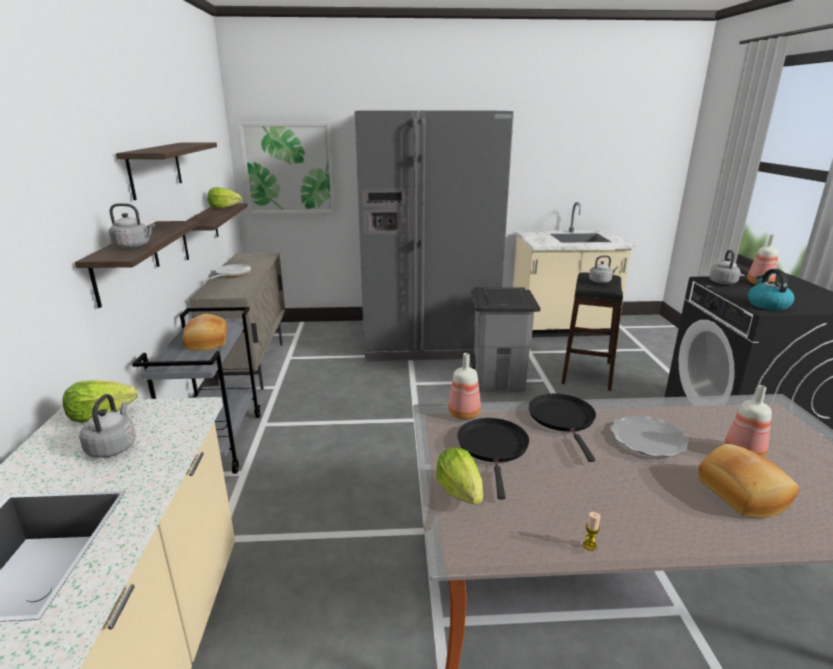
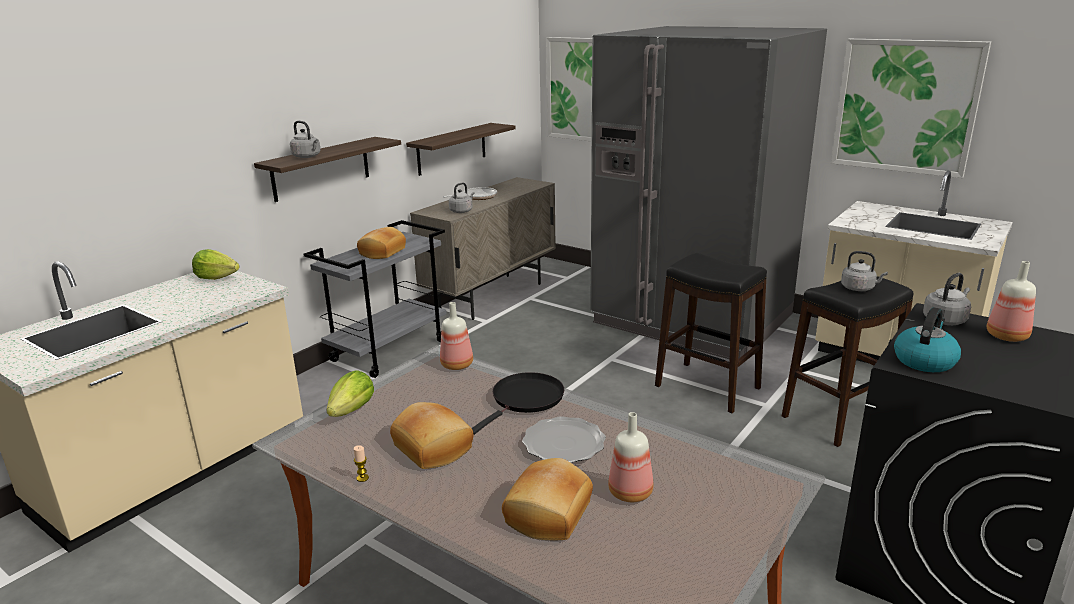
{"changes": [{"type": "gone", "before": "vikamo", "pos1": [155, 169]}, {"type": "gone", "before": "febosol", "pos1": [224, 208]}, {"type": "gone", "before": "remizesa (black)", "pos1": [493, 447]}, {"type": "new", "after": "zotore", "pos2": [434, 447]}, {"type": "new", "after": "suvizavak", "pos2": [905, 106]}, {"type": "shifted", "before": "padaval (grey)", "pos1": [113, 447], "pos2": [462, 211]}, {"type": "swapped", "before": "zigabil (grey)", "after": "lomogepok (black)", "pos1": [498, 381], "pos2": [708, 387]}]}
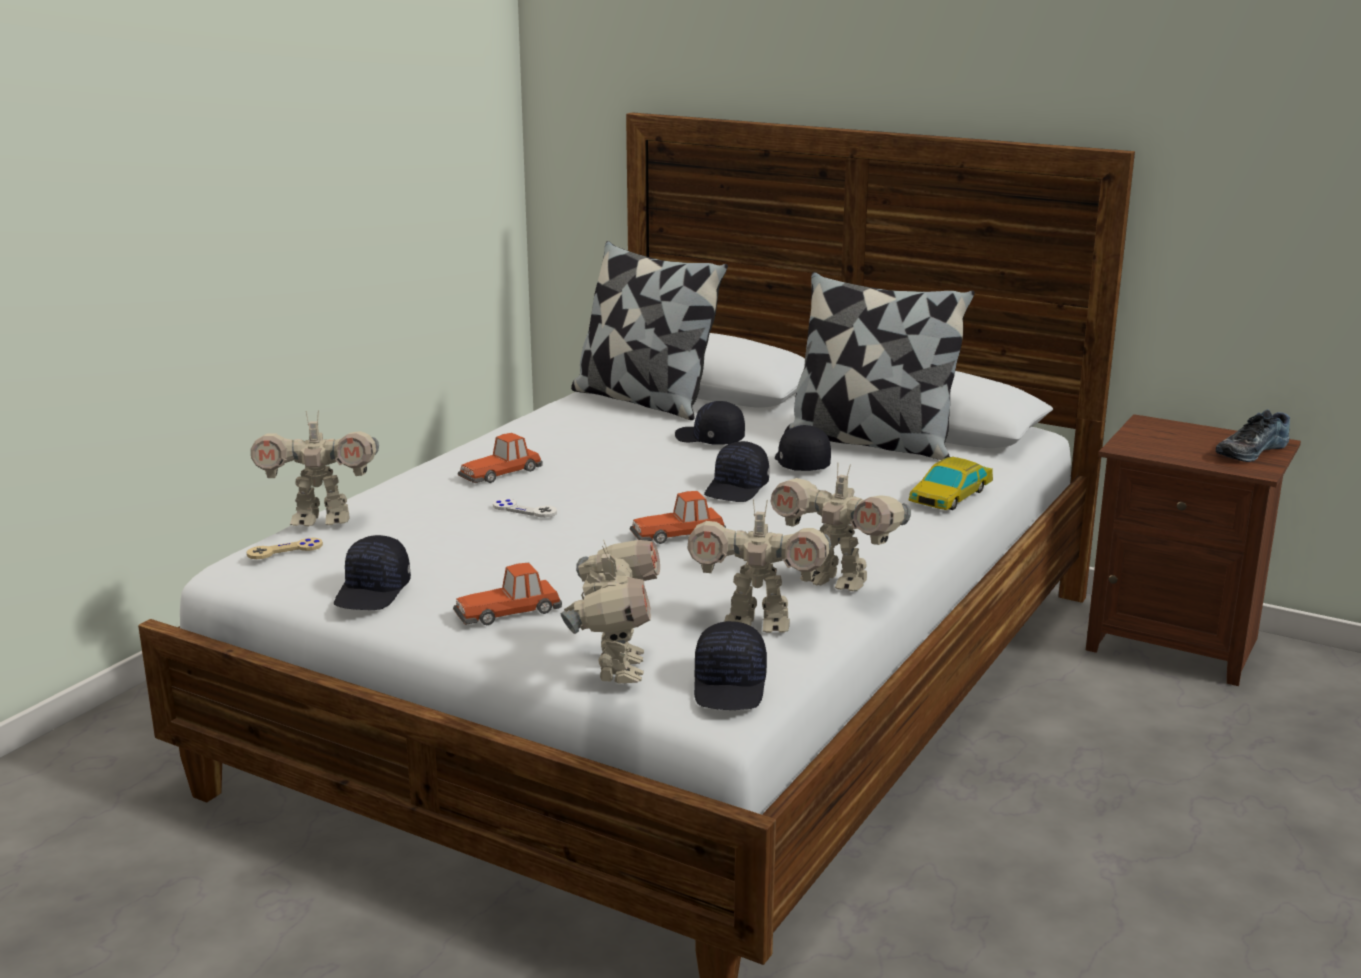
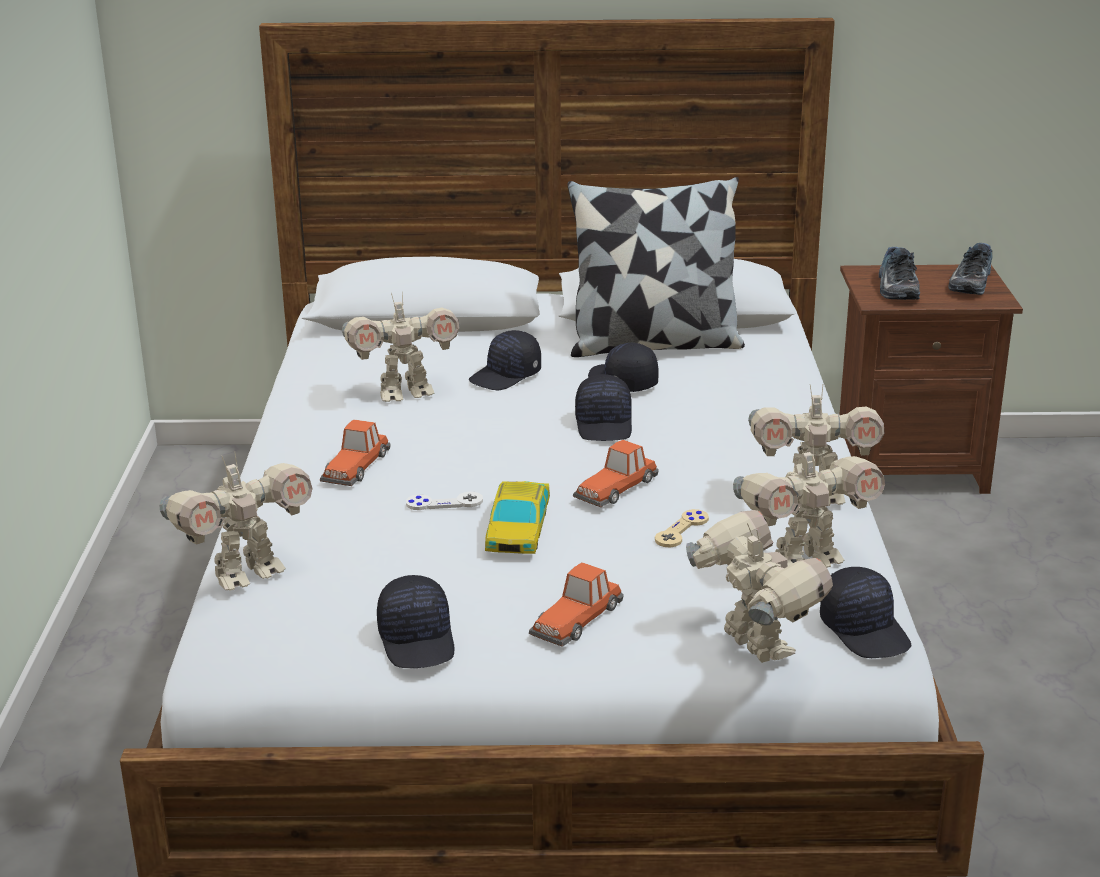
{"changes": [{"type": "gone", "before": "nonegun", "pos1": [643, 400]}, {"type": "new", "after": "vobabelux", "pos2": [404, 393]}, {"type": "new", "after": "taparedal", "pos2": [895, 288]}, {"type": "shifted", "before": "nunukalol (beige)", "pos1": [285, 550], "pos2": [681, 530]}, {"type": "shifted", "before": "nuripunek", "pos1": [951, 495], "pos2": [518, 528]}, {"type": "rotated", "before": "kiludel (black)", "pos1": [709, 439], "pos2": [506, 376], "turn": -45}]}
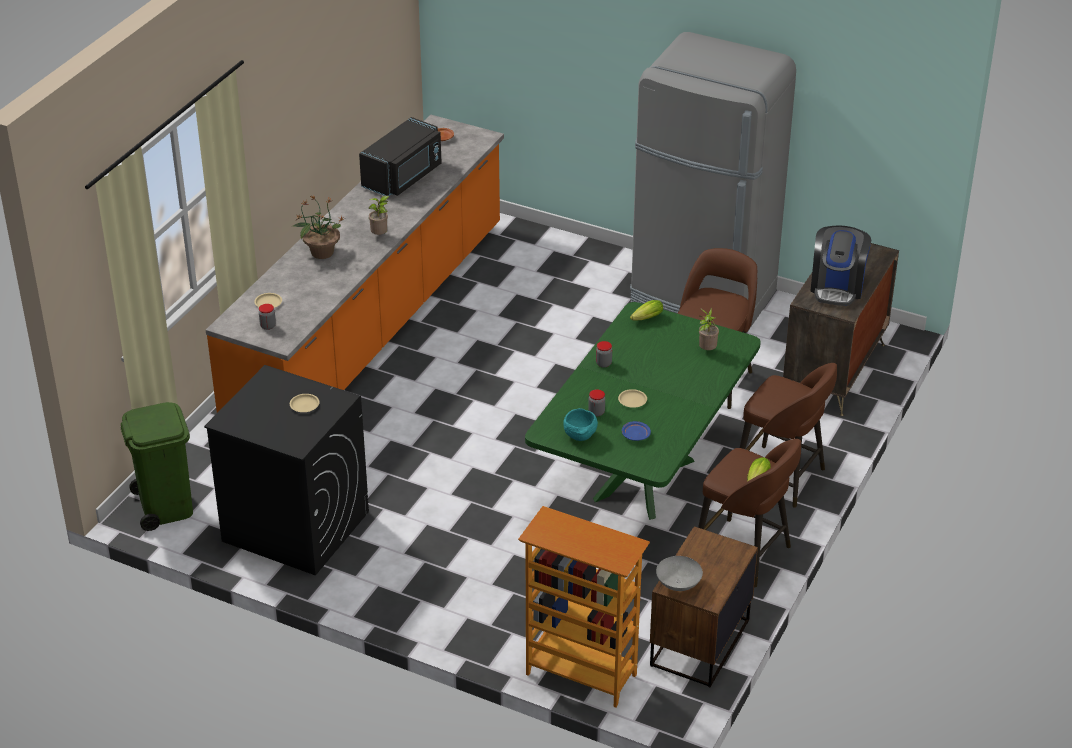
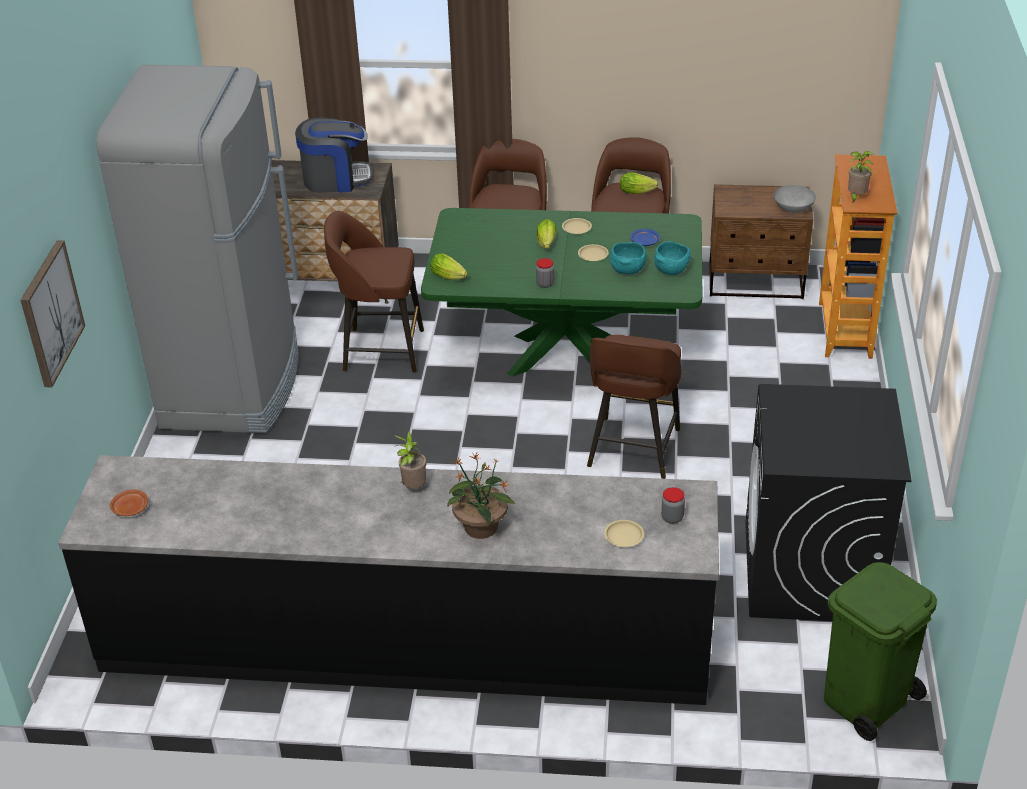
{"changes": [{"type": "gone", "before": "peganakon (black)", "pos1": [404, 177]}, {"type": "new", "after": "suvizavak", "pos2": [50, 313]}, {"type": "new", "after": "febosol", "pos2": [546, 244]}, {"type": "new", "after": "lomogepok (brown)", "pos2": [632, 450]}, {"type": "shifted", "before": "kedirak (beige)", "pos1": [304, 405], "pos2": [576, 228]}, {"type": "shifted", "before": "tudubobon", "pos1": [706, 350], "pos2": [856, 197]}, {"type": "swapped", "before": "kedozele", "after": "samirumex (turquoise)", "pos1": [596, 412], "pos2": [627, 270]}, {"type": "repainted", "before": "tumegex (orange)", "after": "tumegex (black)", "pos1": [371, 327], "pos2": [406, 642]}]}
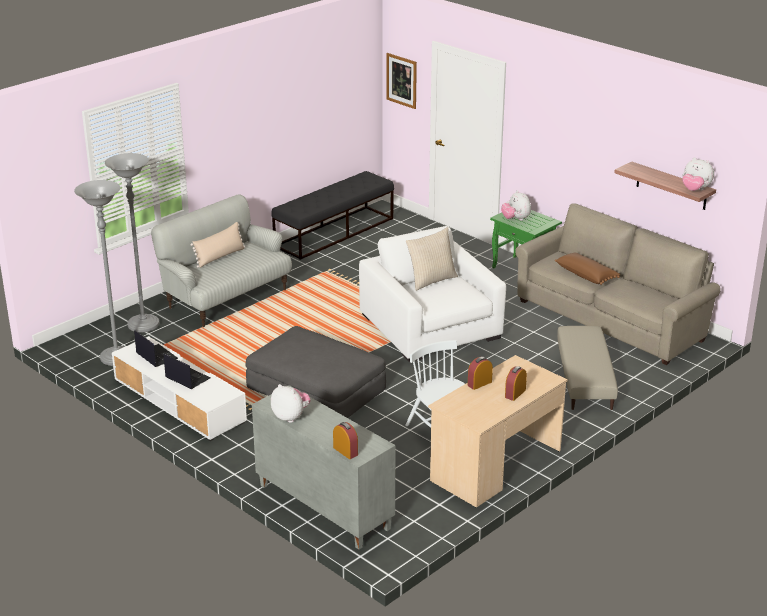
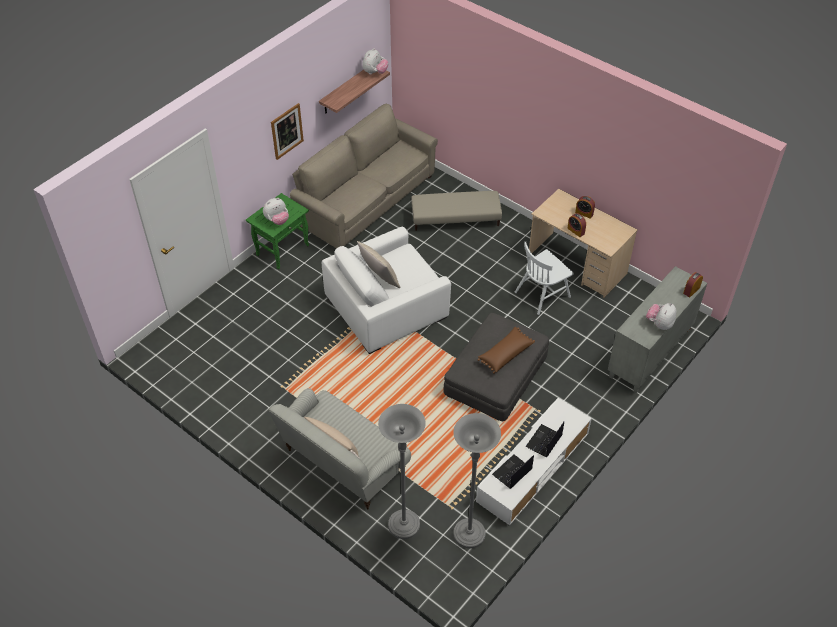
{"changes": [{"type": "gone", "before": "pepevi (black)", "pos1": [335, 232]}, {"type": "shifted", "before": "suvizavak", "pos1": [401, 80], "pos2": [287, 131]}, {"type": "shifted", "before": "nonegun (brown)", "pos1": [586, 275], "pos2": [505, 354]}]}
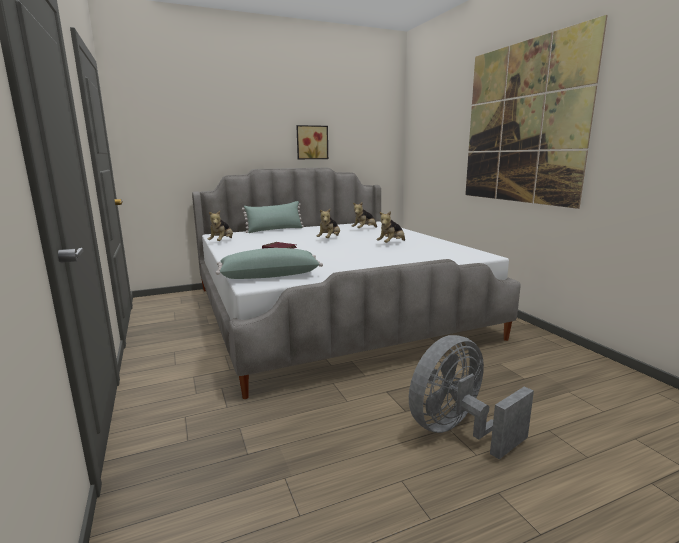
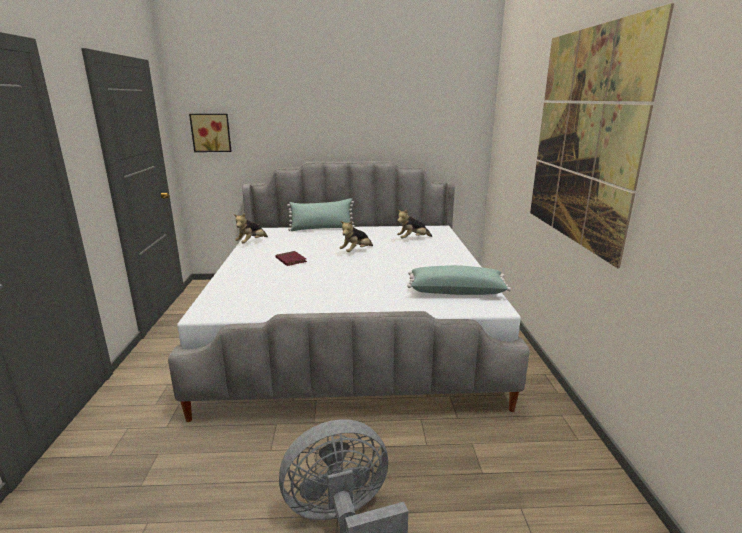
{"changes": [{"type": "gone", "before": "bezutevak", "pos1": [391, 244]}, {"type": "shifted", "before": "nonegun (green)", "pos1": [269, 275], "pos2": [456, 291]}, {"type": "shifted", "before": "suvizavak", "pos1": [311, 142], "pos2": [211, 132]}]}
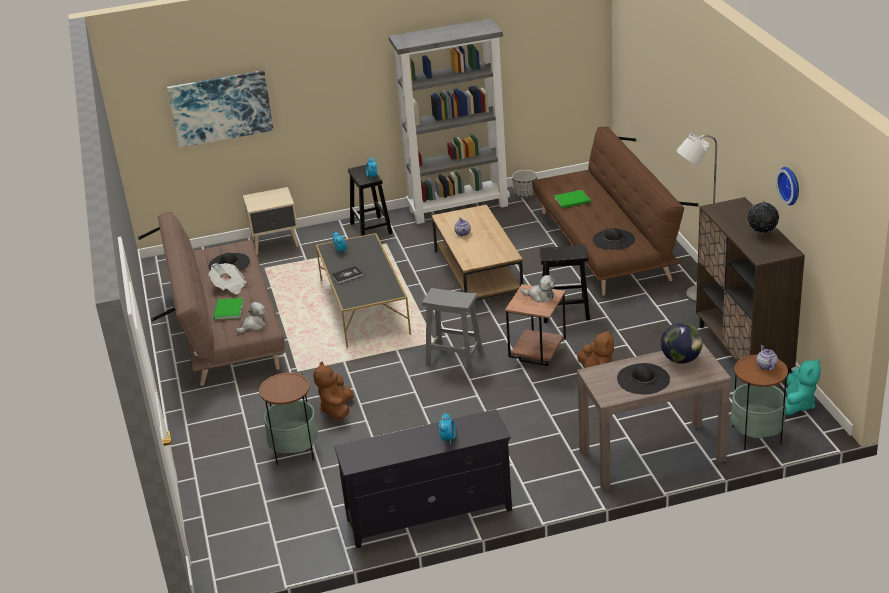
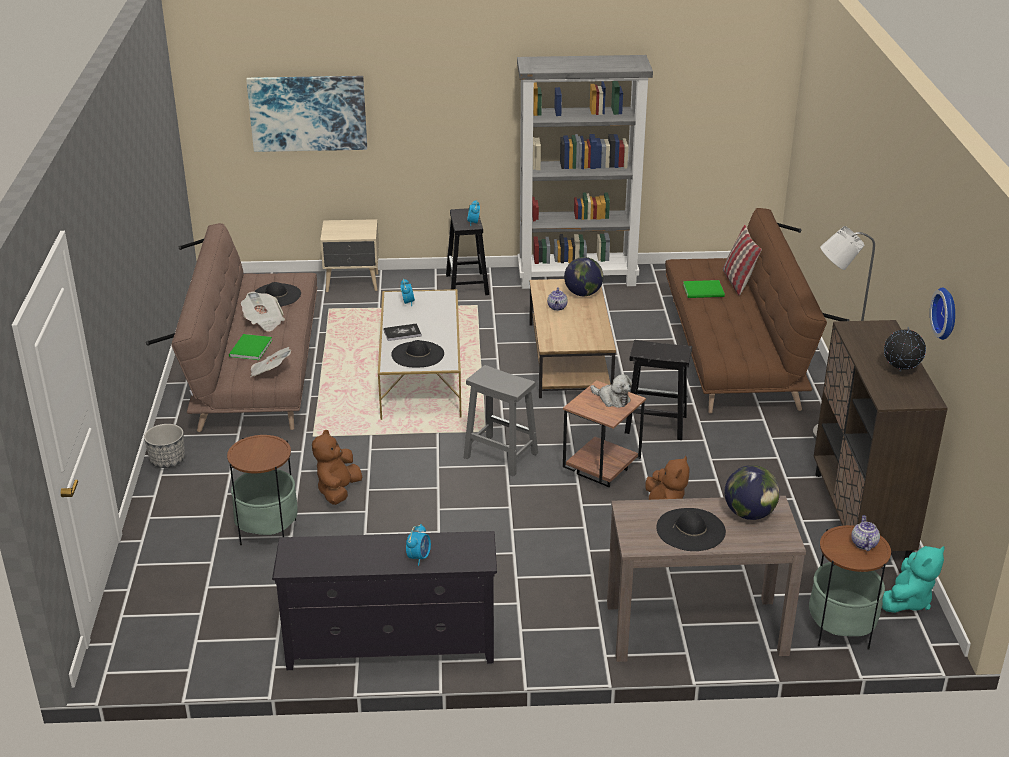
{"changes": [{"type": "new", "after": "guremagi", "pos2": [583, 294]}, {"type": "new", "after": "nonegun", "pos2": [737, 282]}, {"type": "shifted", "before": "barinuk", "pos1": [525, 194], "pos2": [167, 460]}, {"type": "shifted", "before": "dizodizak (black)", "pos1": [613, 239], "pos2": [417, 354]}, {"type": "swapped", "before": "bezutevak", "after": "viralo", "pos1": [253, 325], "pos2": [270, 372]}, {"type": "repainted", "before": "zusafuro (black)", "after": "zusafuro (white)", "pos1": [364, 307], "pos2": [421, 374]}]}
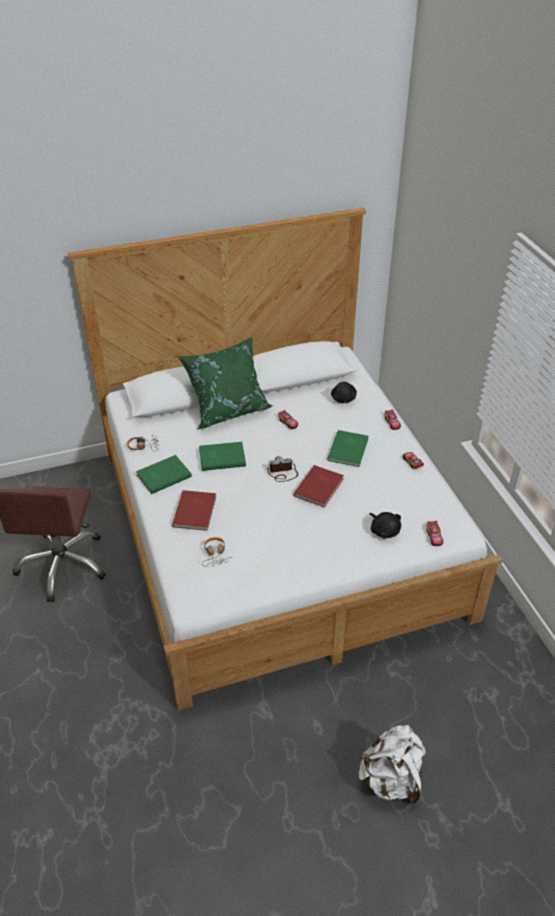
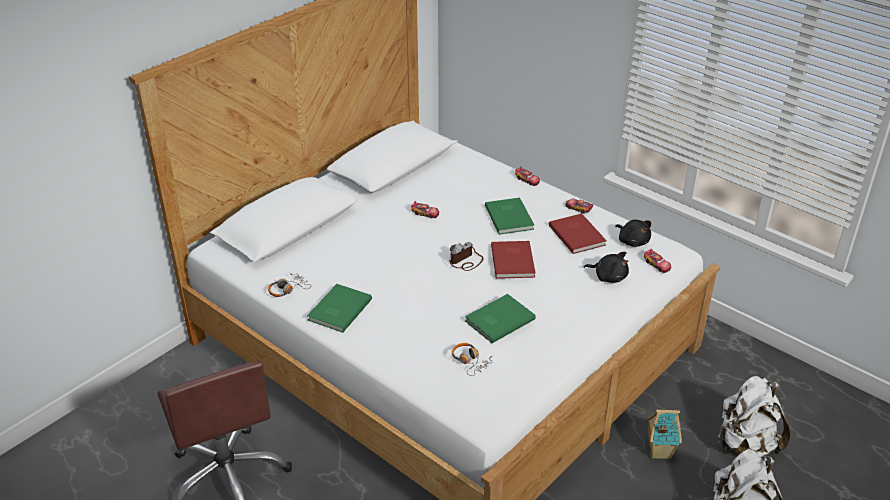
{"changes": [{"type": "gone", "before": "nonegun (green)", "pos1": [228, 409]}, {"type": "new", "after": "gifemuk", "pos2": [658, 451]}, {"type": "new", "after": "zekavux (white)", "pos2": [746, 444]}, {"type": "shifted", "before": "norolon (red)", "pos1": [196, 511], "pos2": [578, 234]}, {"type": "shifted", "before": "norolon (green)", "pos1": [221, 457], "pos2": [498, 320]}, {"type": "shifted", "before": "bezutevak (black)", "pos1": [343, 398], "pos2": [632, 241]}]}
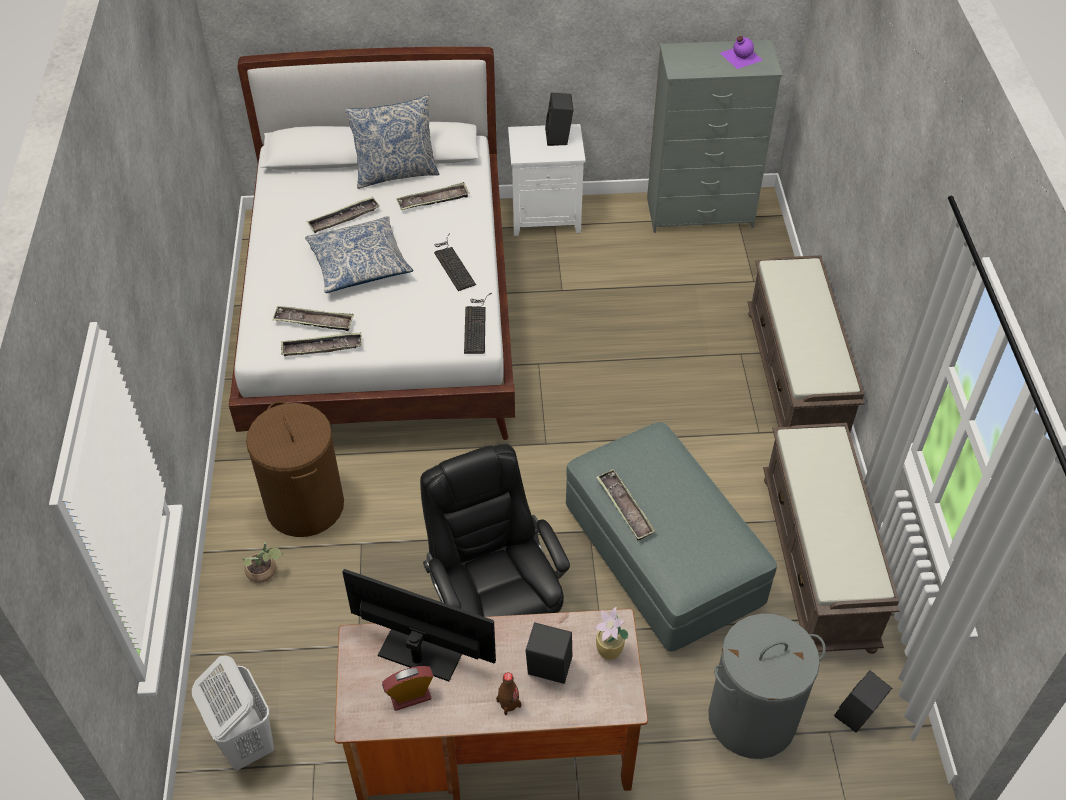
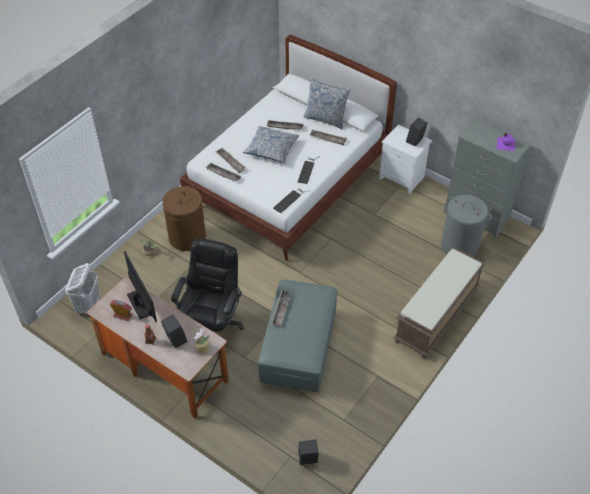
{"changes": [{"type": "gone", "before": "pepevi (brown)", "pos1": [819, 562]}, {"type": "shifted", "before": "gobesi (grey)", "pos1": [752, 718], "pos2": [459, 246]}]}
